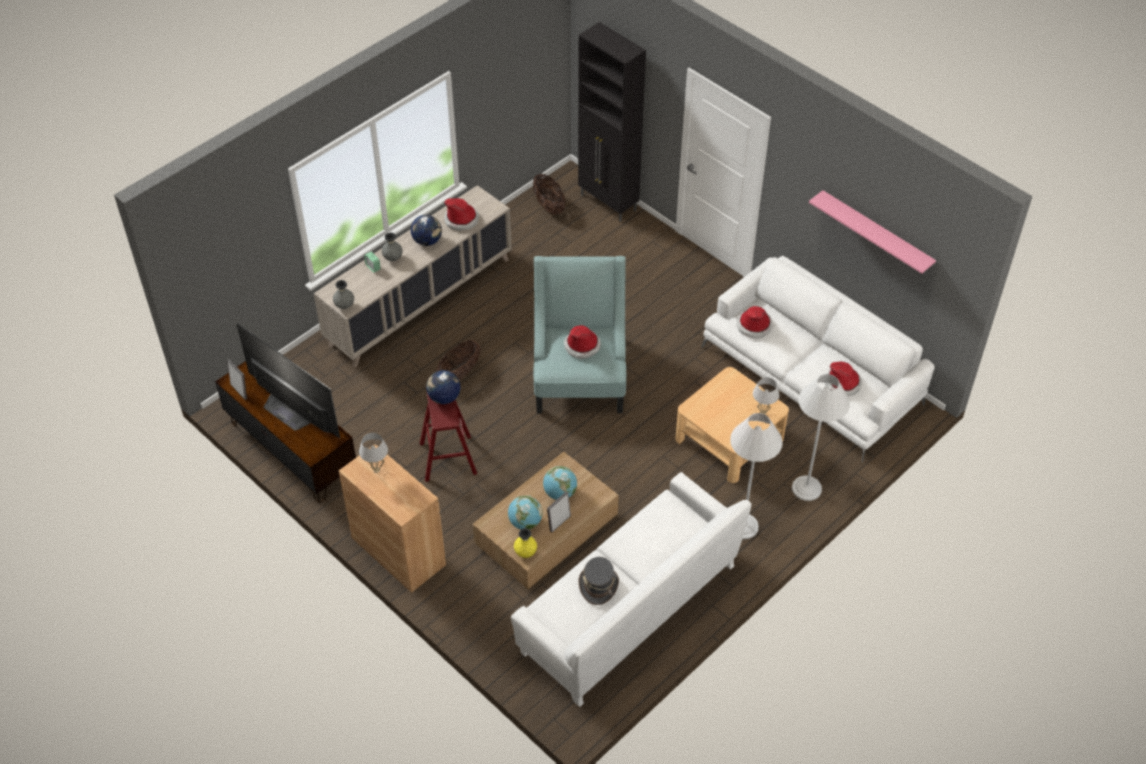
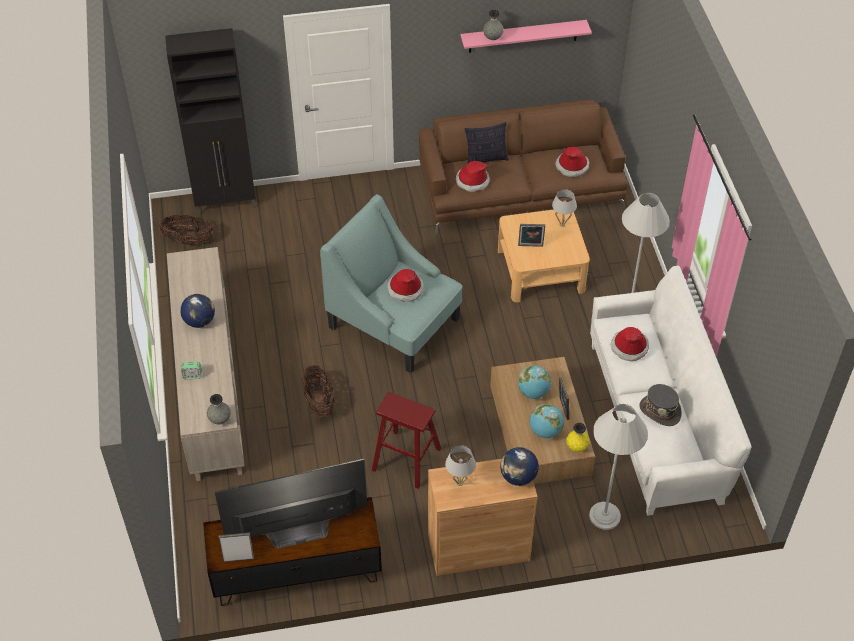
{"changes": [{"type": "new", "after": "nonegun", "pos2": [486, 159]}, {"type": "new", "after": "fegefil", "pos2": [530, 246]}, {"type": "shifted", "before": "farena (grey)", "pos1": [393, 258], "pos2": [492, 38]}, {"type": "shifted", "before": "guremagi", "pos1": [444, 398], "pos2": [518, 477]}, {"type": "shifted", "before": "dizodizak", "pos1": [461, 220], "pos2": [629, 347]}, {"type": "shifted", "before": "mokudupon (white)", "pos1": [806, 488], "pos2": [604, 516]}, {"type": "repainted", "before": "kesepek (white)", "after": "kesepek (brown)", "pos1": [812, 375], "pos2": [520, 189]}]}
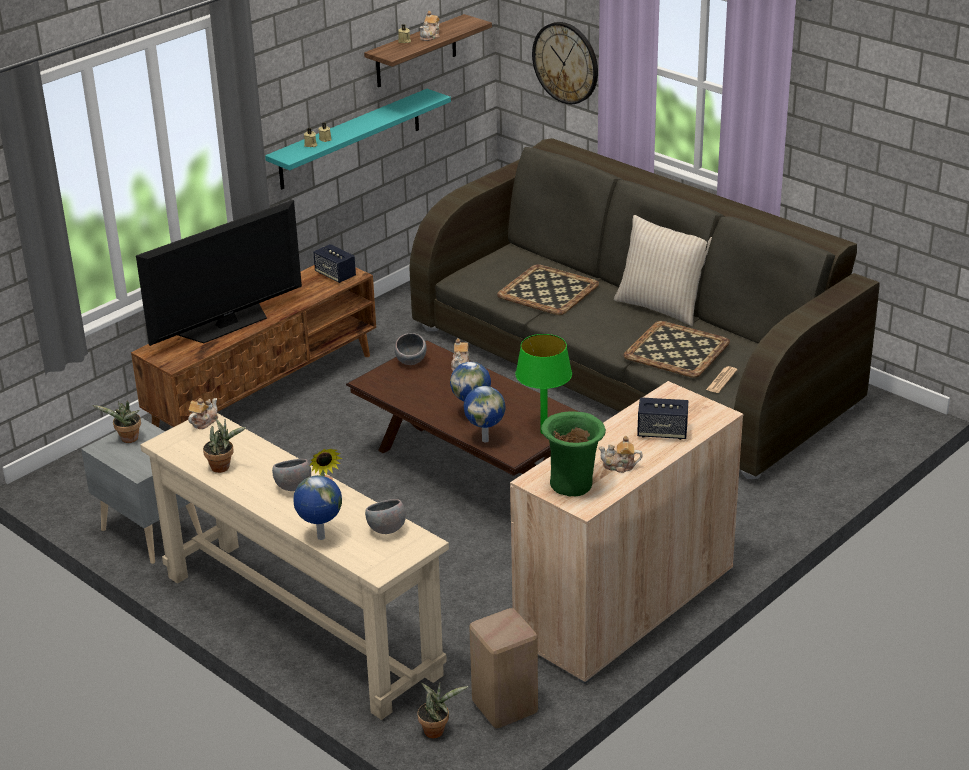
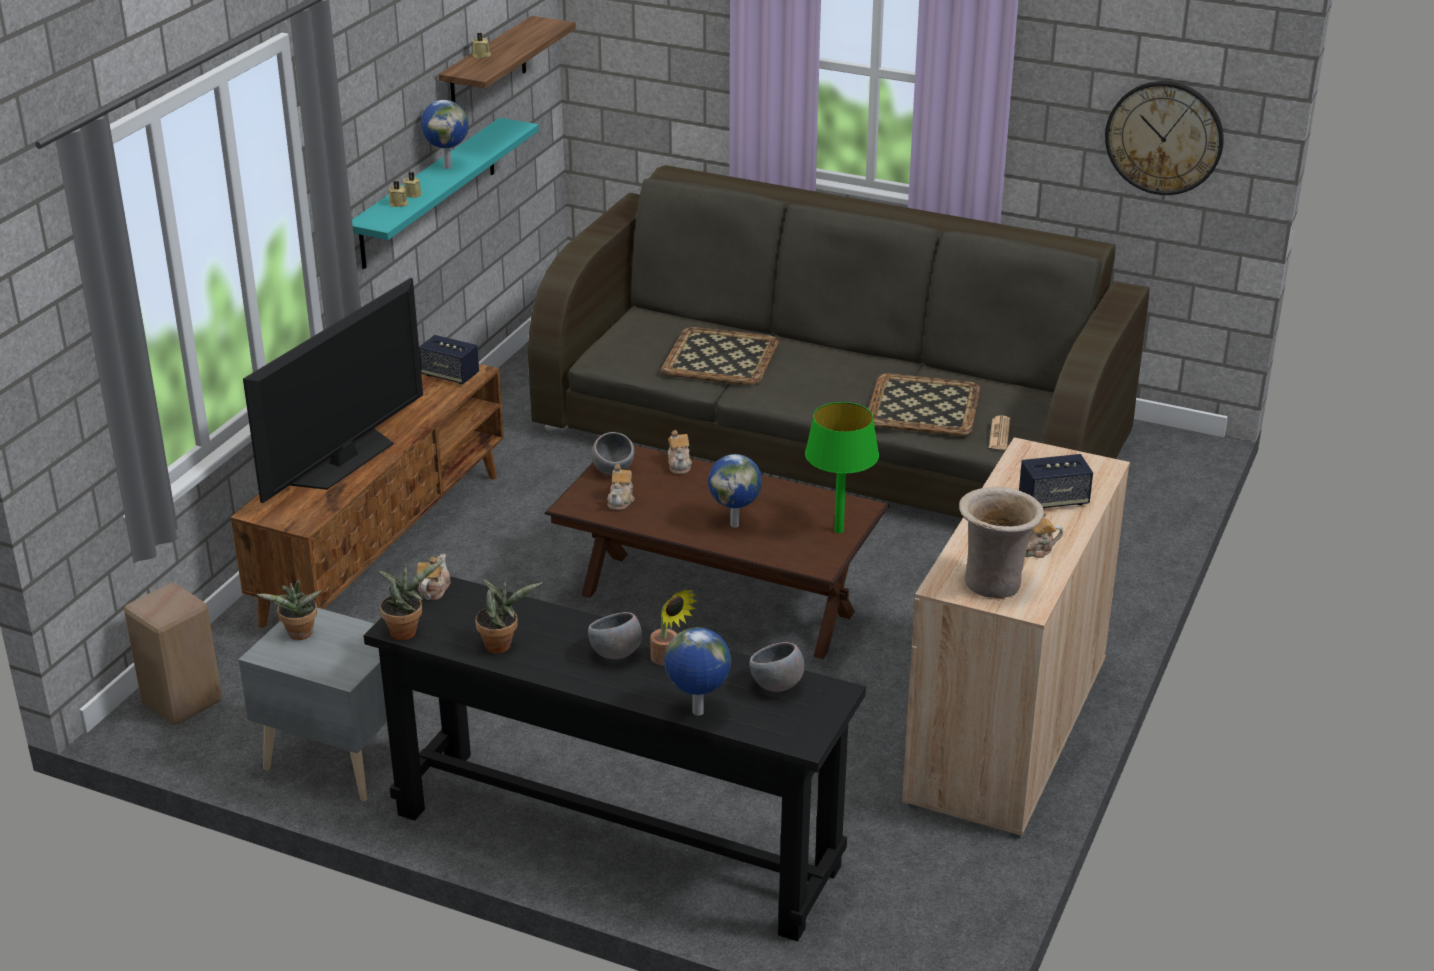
{"changes": [{"type": "gone", "before": "nonegun (beige)", "pos1": [661, 307]}, {"type": "shifted", "before": "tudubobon", "pos1": [436, 730], "pos2": [406, 631]}, {"type": "shifted", "before": "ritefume", "pos1": [430, 37], "pos2": [621, 500]}, {"type": "shifted", "before": "guremagi", "pos1": [485, 440], "pos2": [448, 166]}, {"type": "shifted", "before": "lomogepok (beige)", "pos1": [502, 707], "pos2": [179, 702]}, {"type": "shifted", "before": "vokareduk", "pos1": [566, 62], "pos2": [1164, 137]}, {"type": "repainted", "before": "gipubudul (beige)", "after": "gipubudul (black)", "pos1": [300, 624], "pos2": [615, 839]}, {"type": "repainted", "before": "farena (green)", "after": "farena (beige)", "pos1": [573, 484], "pos2": [994, 582]}]}
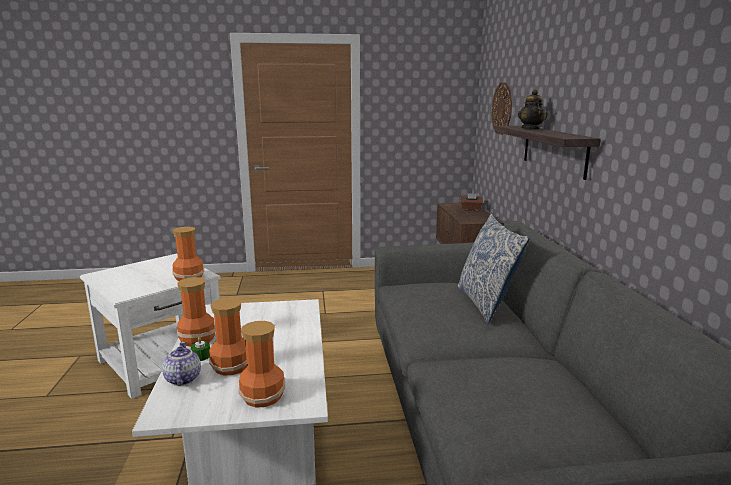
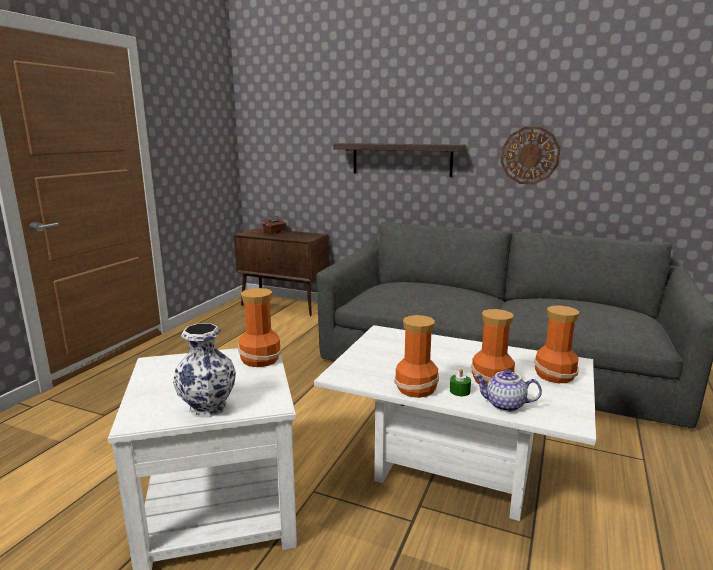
{"changes": [{"type": "gone", "before": "nonegun", "pos1": [486, 303]}, {"type": "gone", "before": "ritefume", "pos1": [531, 129]}, {"type": "new", "after": "farena", "pos2": [209, 407]}, {"type": "shifted", "before": "vokareduk", "pos1": [502, 108], "pos2": [530, 155]}]}
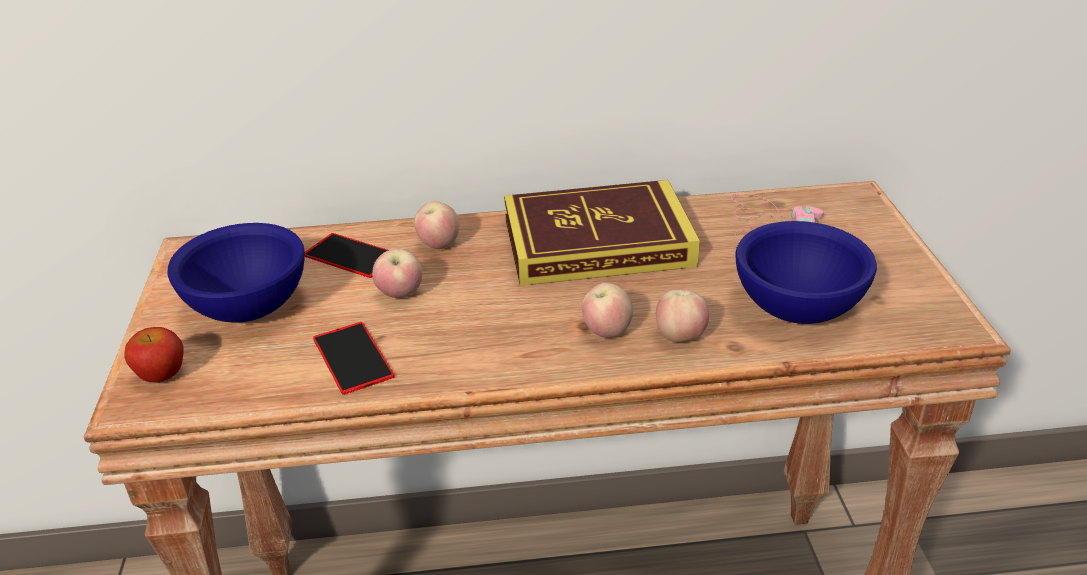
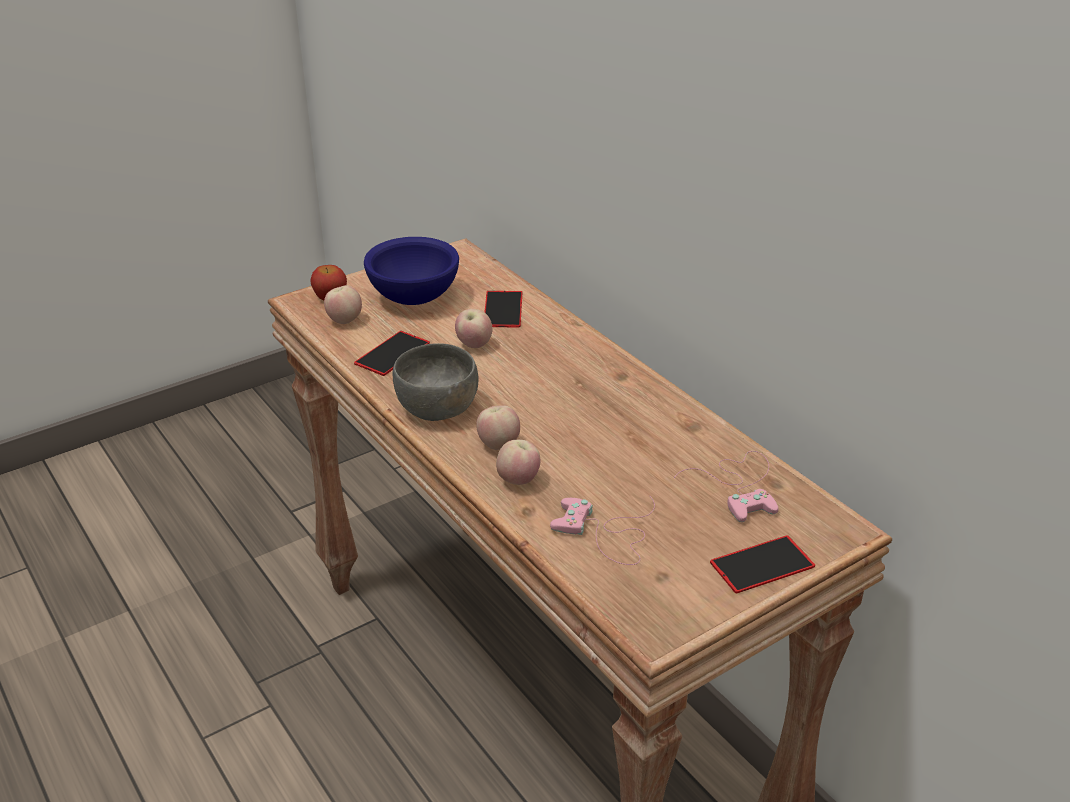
{"changes": [{"type": "gone", "before": "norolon", "pos1": [597, 242]}, {"type": "new", "after": "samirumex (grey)", "pos2": [438, 408]}, {"type": "new", "after": "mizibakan", "pos2": [762, 564]}, {"type": "shifted", "before": "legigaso", "pos1": [439, 245], "pos2": [345, 321]}, {"type": "swapped", "before": "samirumex (blue)", "after": "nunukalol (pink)", "pos1": [799, 309], "pos2": [607, 533]}]}
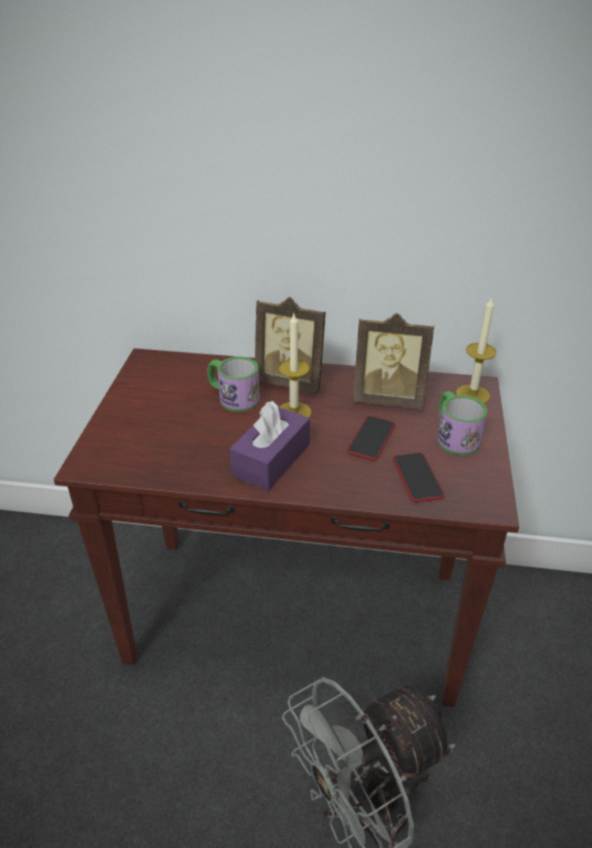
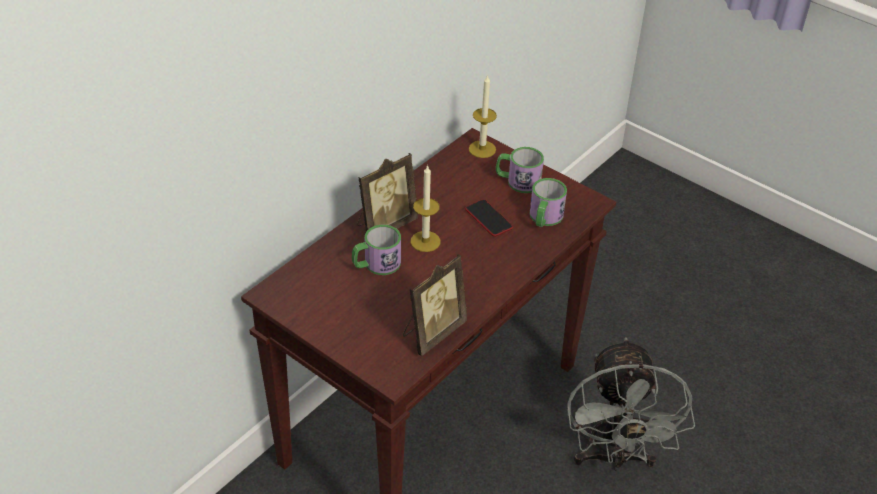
{"changes": [{"type": "gone", "before": "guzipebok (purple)", "pos1": [271, 460]}, {"type": "shifted", "before": "fegefil", "pos1": [388, 399], "pos2": [432, 332]}, {"type": "swapped", "before": "mizibakan", "after": "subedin", "pos1": [417, 478], "pos2": [544, 218]}]}
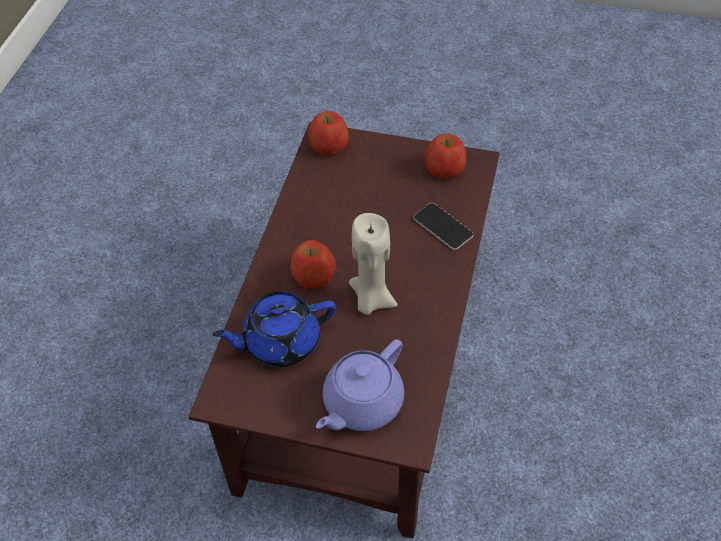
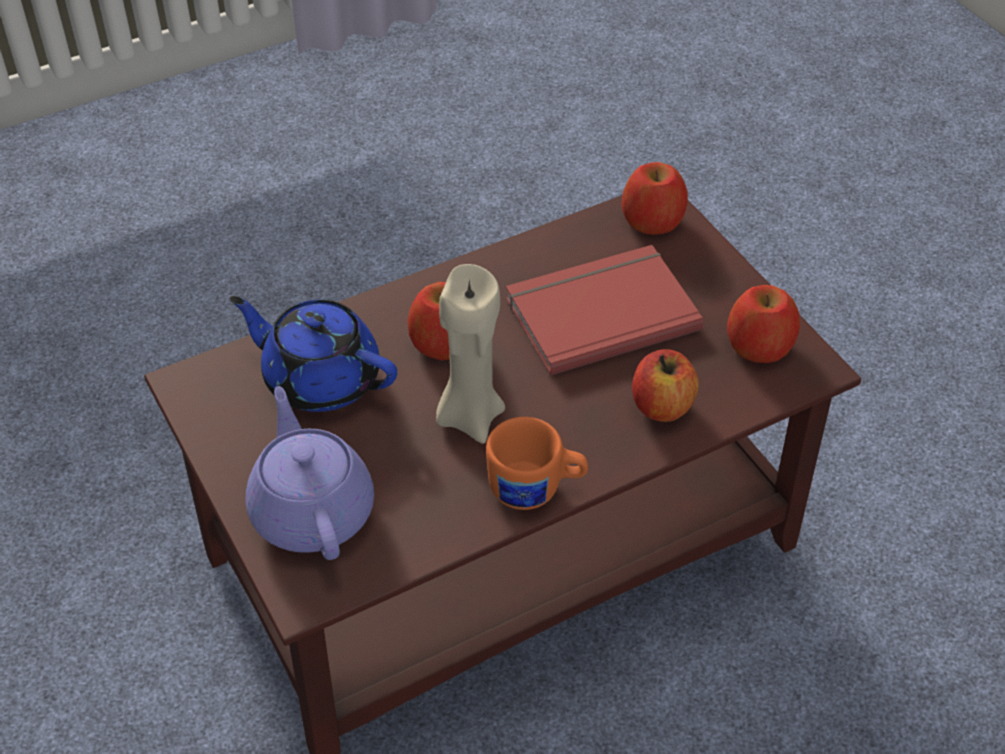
{"changes": [{"type": "new", "after": "subedin (orange)", "pos2": [536, 489]}, {"type": "new", "after": "norolon (red)", "pos2": [599, 311]}, {"type": "swapped", "before": "mizibakan", "after": "legigaso", "pos1": [443, 227], "pos2": [662, 406]}, {"type": "rotated", "before": "ritefume (purple)", "pos1": [361, 403], "pos2": [311, 510], "turn": 75}]}
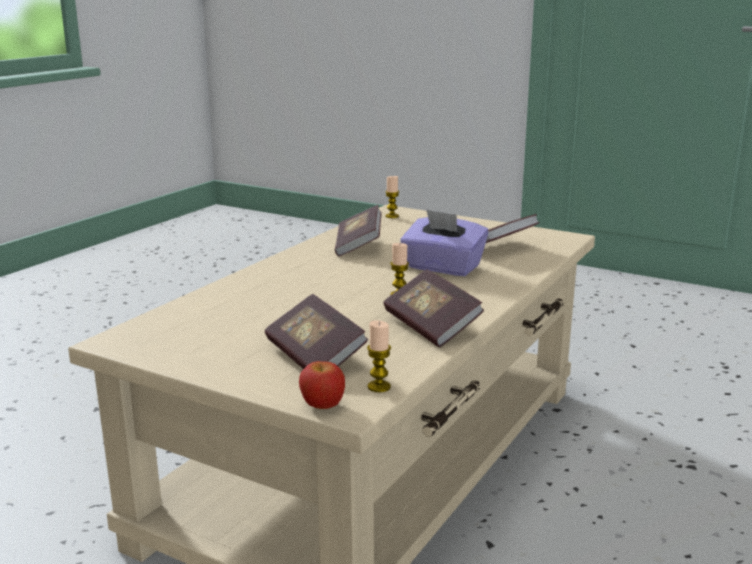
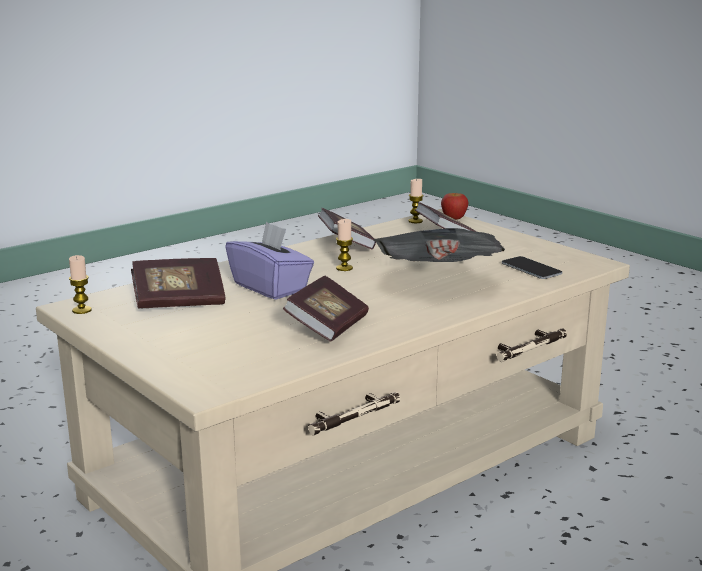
{"changes": [{"type": "new", "after": "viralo", "pos2": [438, 281]}, {"type": "new", "after": "mizibakan", "pos2": [531, 268]}, {"type": "shifted", "before": "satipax", "pos1": [392, 216], "pos2": [82, 310]}]}
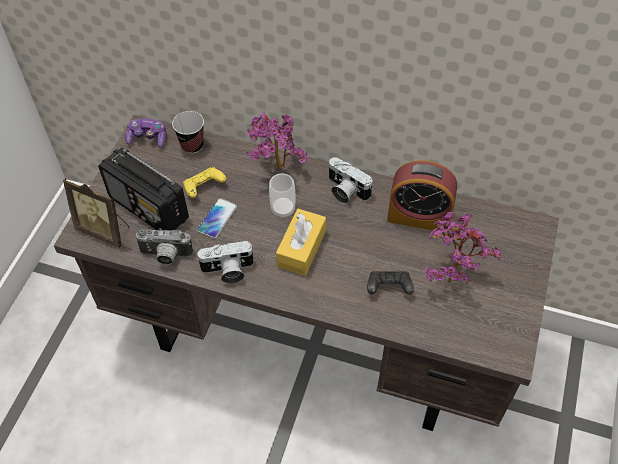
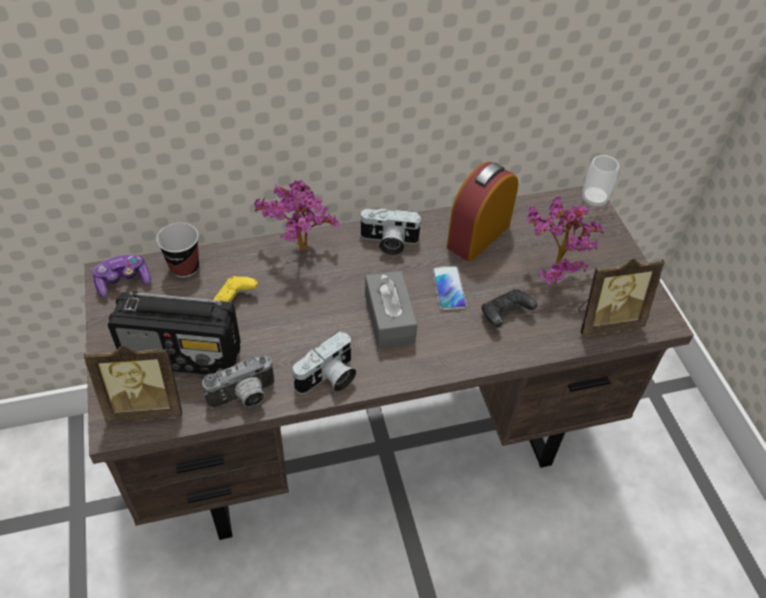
{"changes": [{"type": "new", "after": "fegefil", "pos2": [606, 321]}, {"type": "shifted", "before": "mizibakan", "pos1": [217, 218], "pos2": [448, 288]}, {"type": "shifted", "before": "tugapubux", "pos1": [283, 209], "pos2": [594, 199]}, {"type": "repainted", "before": "guzipebok (yellow)", "after": "guzipebok (grey)", "pos1": [301, 248], "pos2": [389, 318]}, {"type": "rotated", "before": "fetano", "pos1": [419, 217], "pos2": [478, 236], "turn": 150}]}
